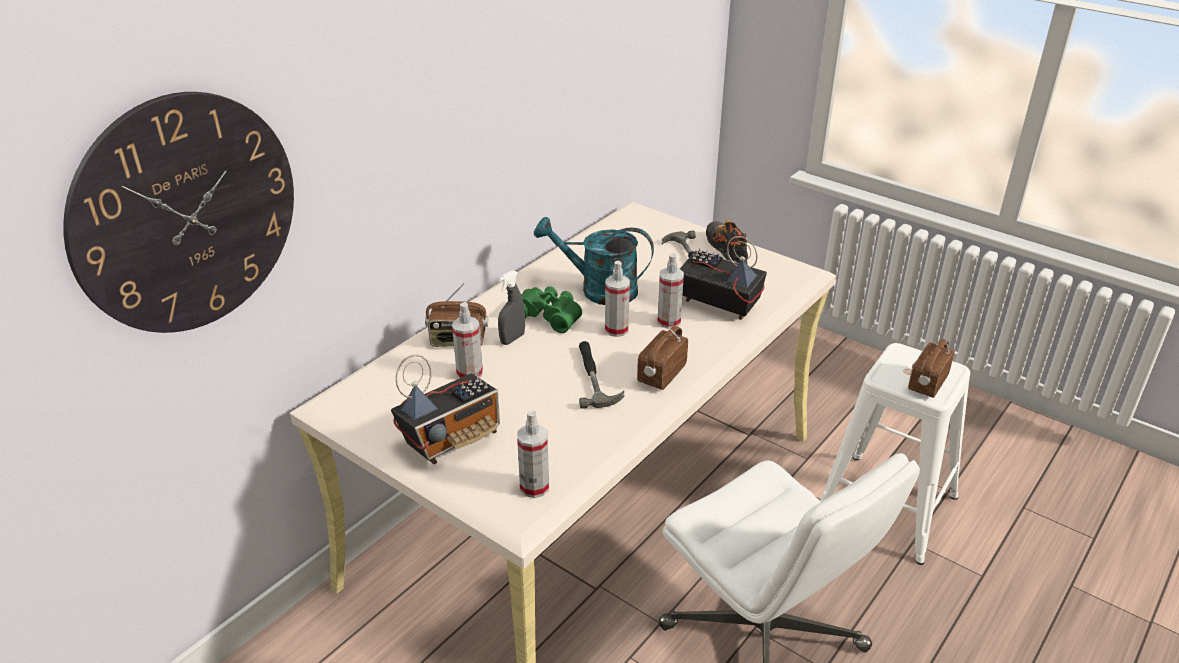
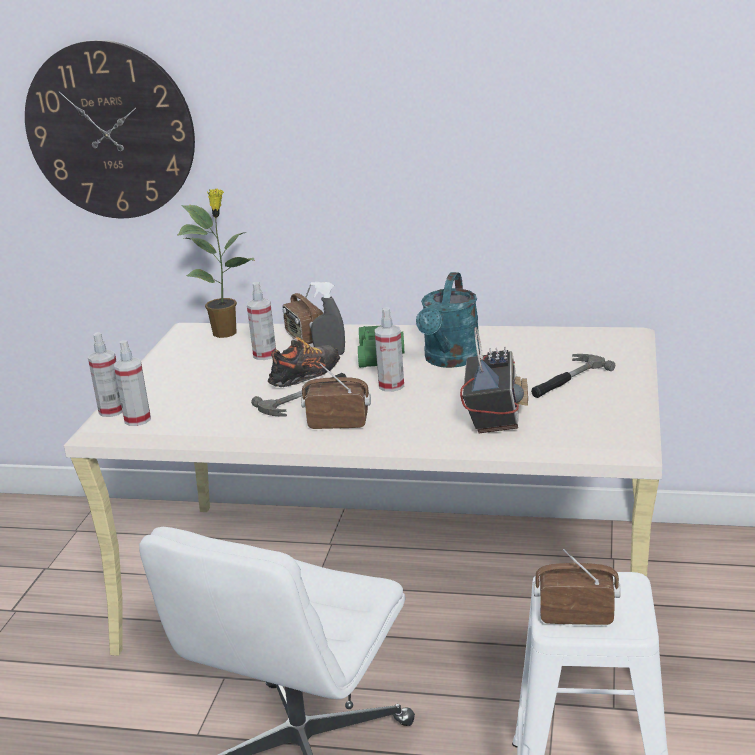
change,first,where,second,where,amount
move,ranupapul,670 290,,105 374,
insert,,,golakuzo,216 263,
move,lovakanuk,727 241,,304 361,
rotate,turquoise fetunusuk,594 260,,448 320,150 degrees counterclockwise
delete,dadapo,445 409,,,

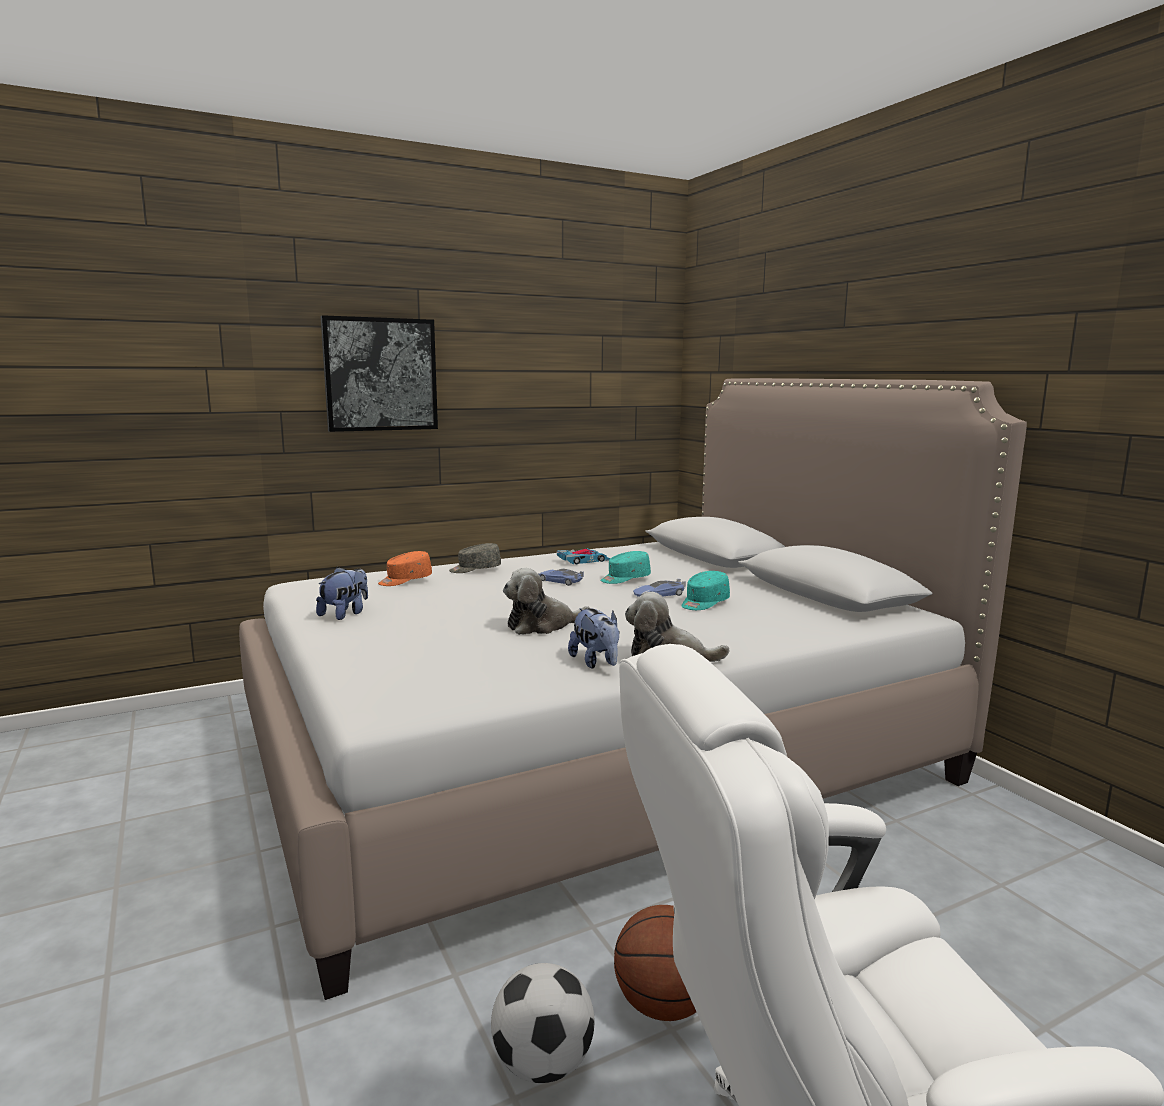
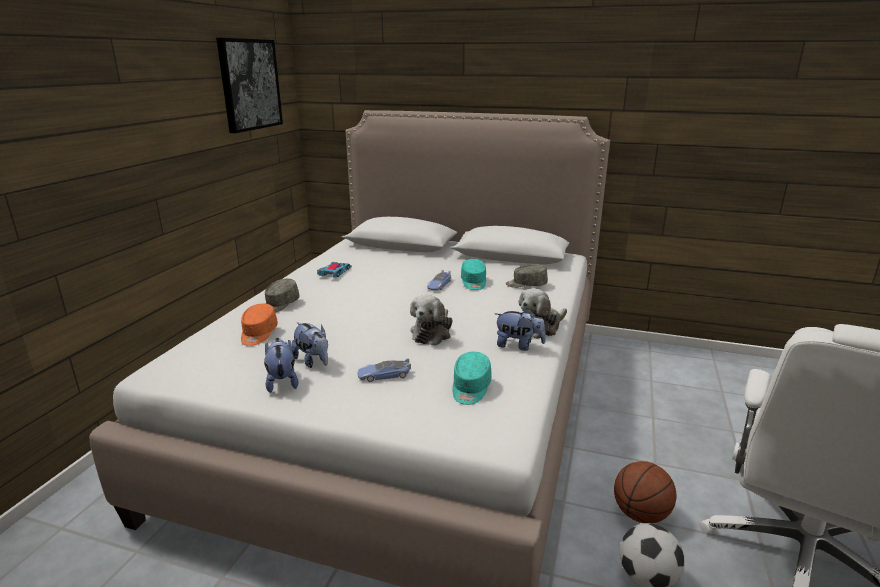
change,first,where,second,where,amount
move,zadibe,379 373,,249 85,
insert,,,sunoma,310 345,
move,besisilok,561 577,,384 370,
move,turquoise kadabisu,625 567,,472 378,
insert,,,grey kadabisu,527 276,

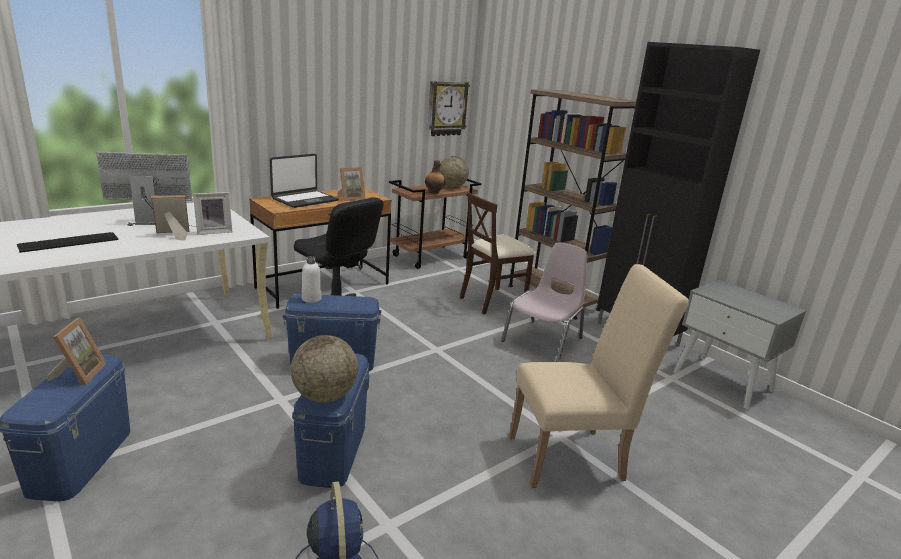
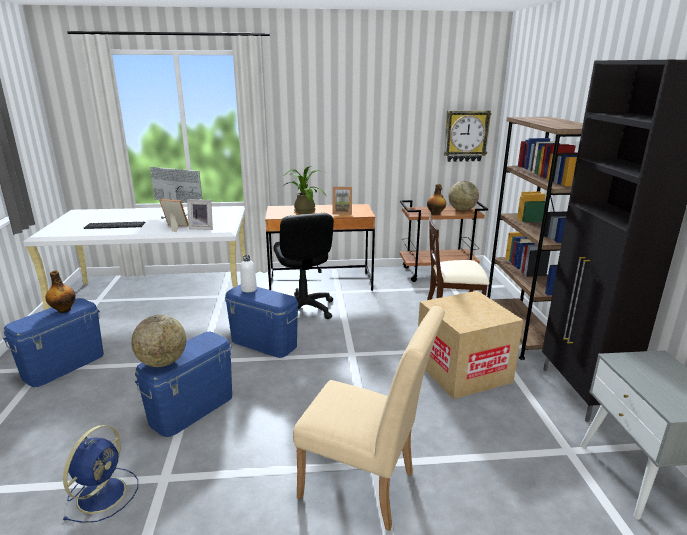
change,first,where,second,where,amount
replace,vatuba,77 351,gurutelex,60 292,
replace,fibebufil,304 181,golakuzo,304 190,
replace,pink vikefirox,544 302,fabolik,470 345,

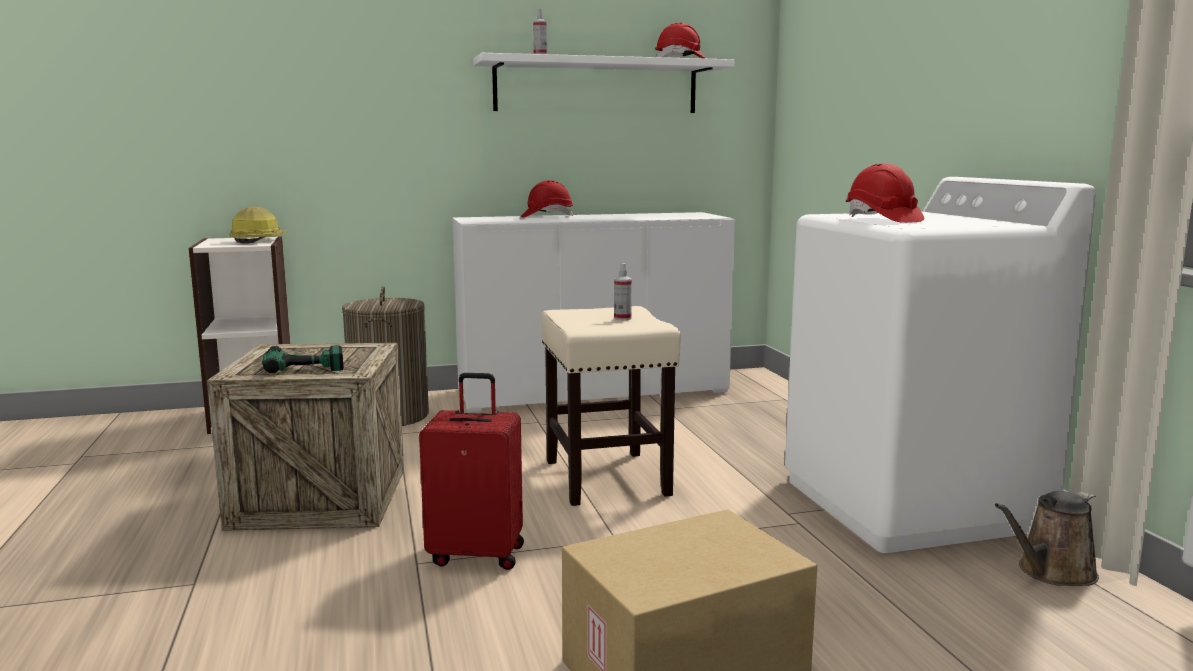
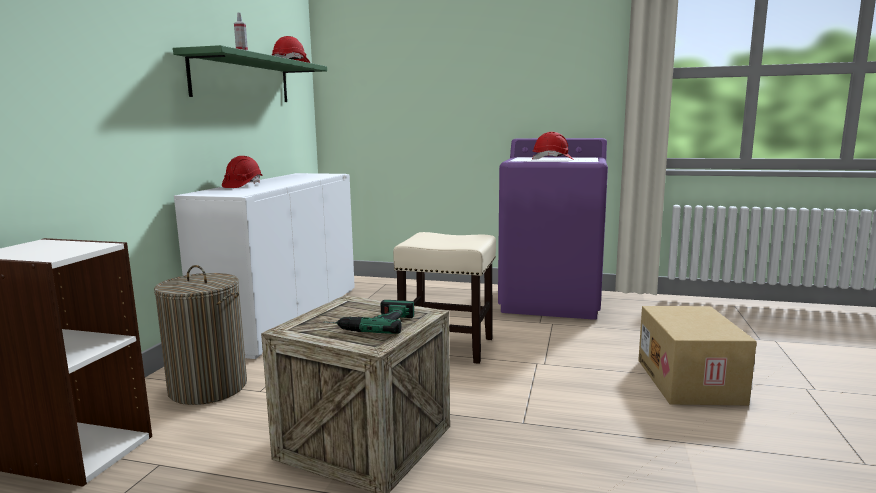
change,first,where,second,where,amount
recolor,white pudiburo,604 83,green pudiburo,250 73,
recolor,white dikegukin,940 365,purple dikegukin,553 229,
delete,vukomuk,258 225,,,
delete,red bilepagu,471 471,,,
delete,ranupapul,623 291,,,
delete,brown fetunusuk,1047 538,,,

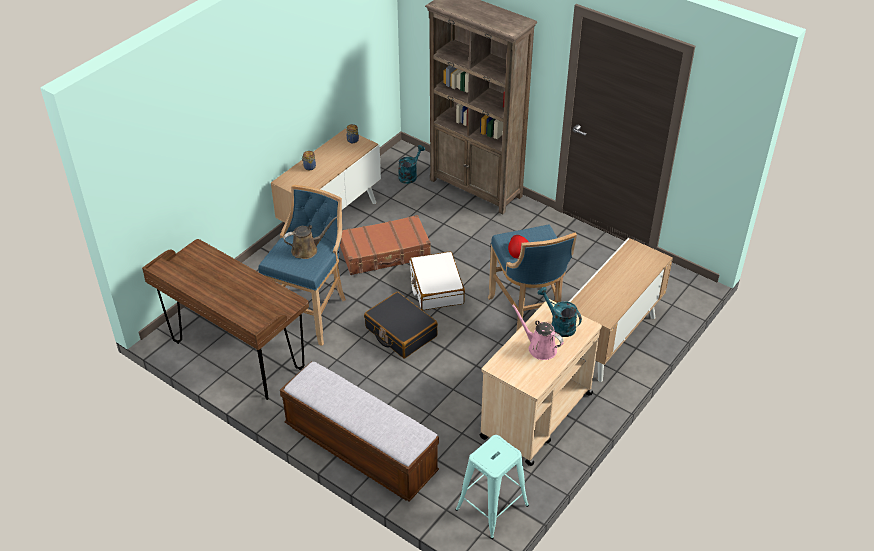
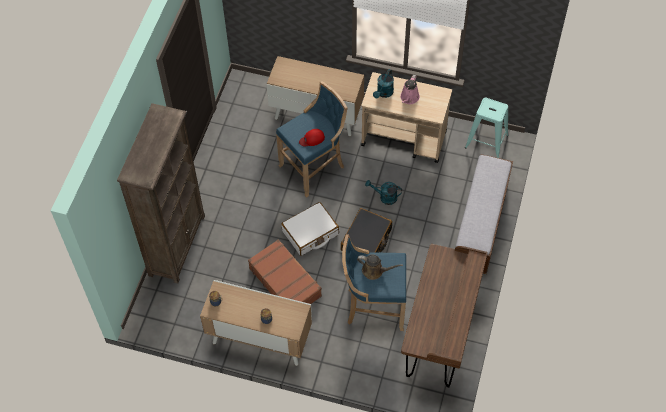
change,first,where,second,where,amount
rotate,brown fetunusuk,310 238,,380 267,150 degrees clockwise
move,turquoise fetunusuk,411 164,,383 192,

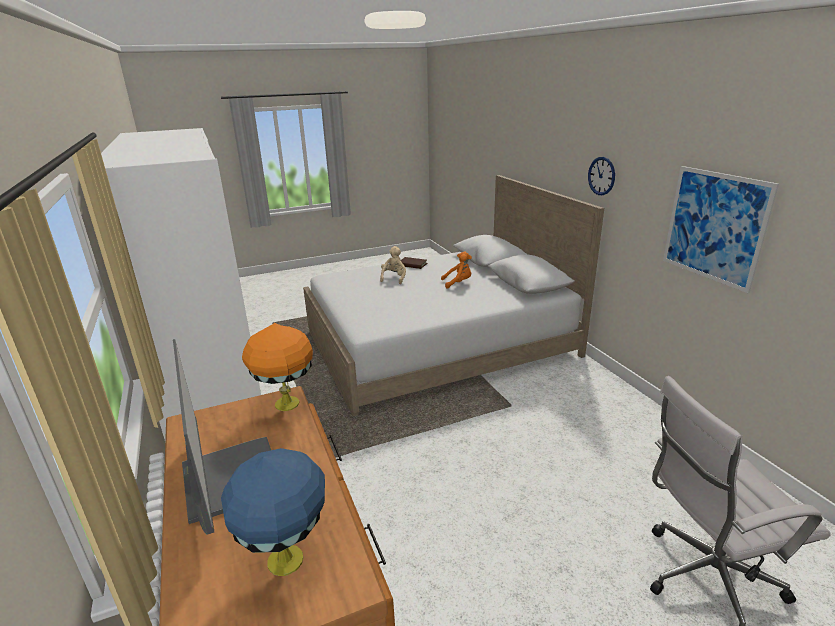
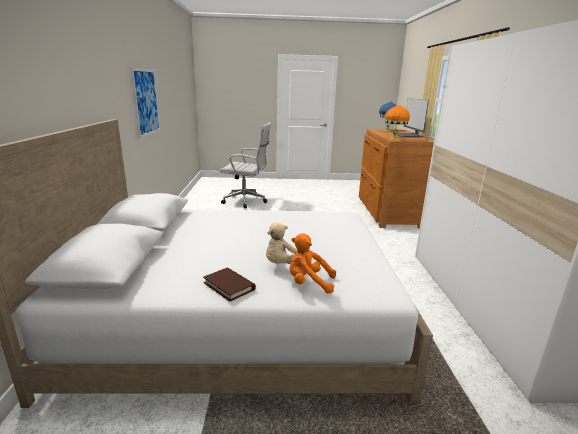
change,first,where,second,where,amount
move,orange sunoma,456 270,,313 263,
delete,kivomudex,601 176,,,

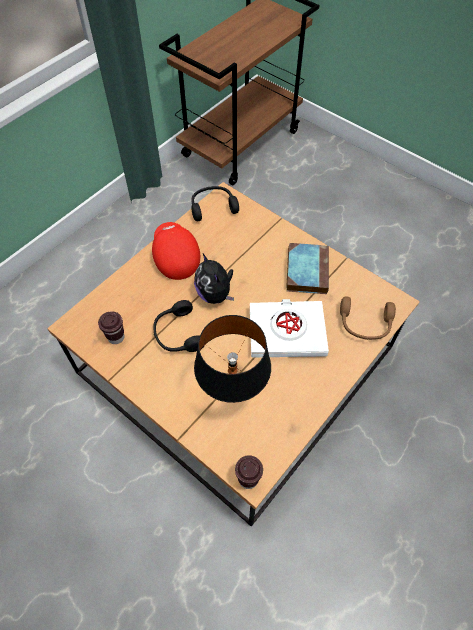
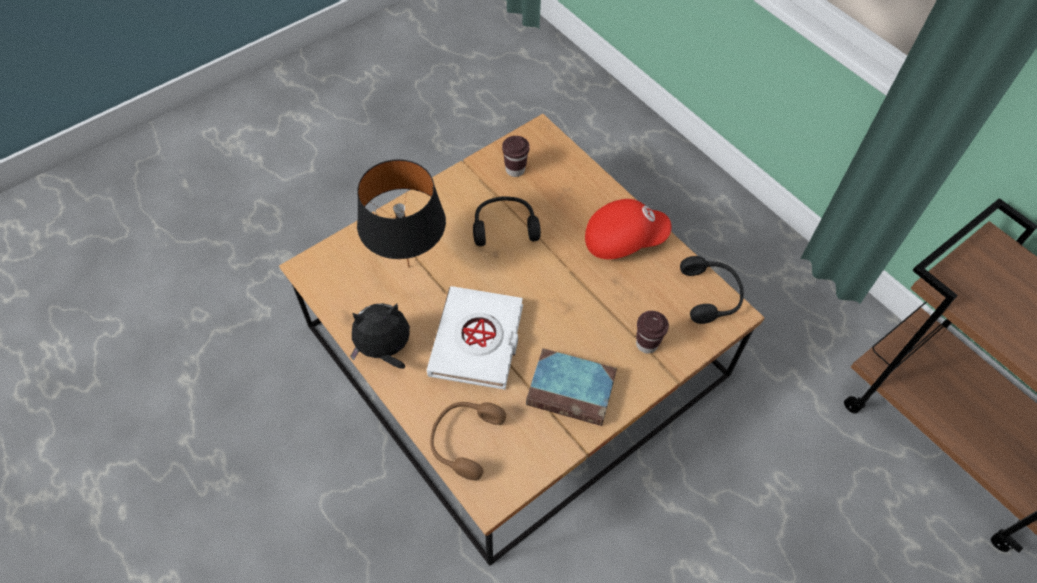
change,first,where,second,where,amount
move,sunoma,214 279,,380 336,
move,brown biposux,249 472,,652 332,

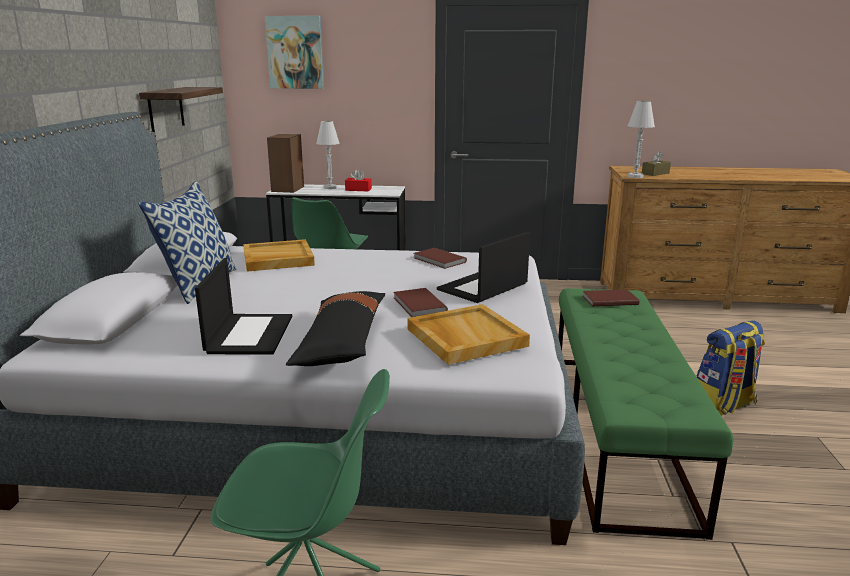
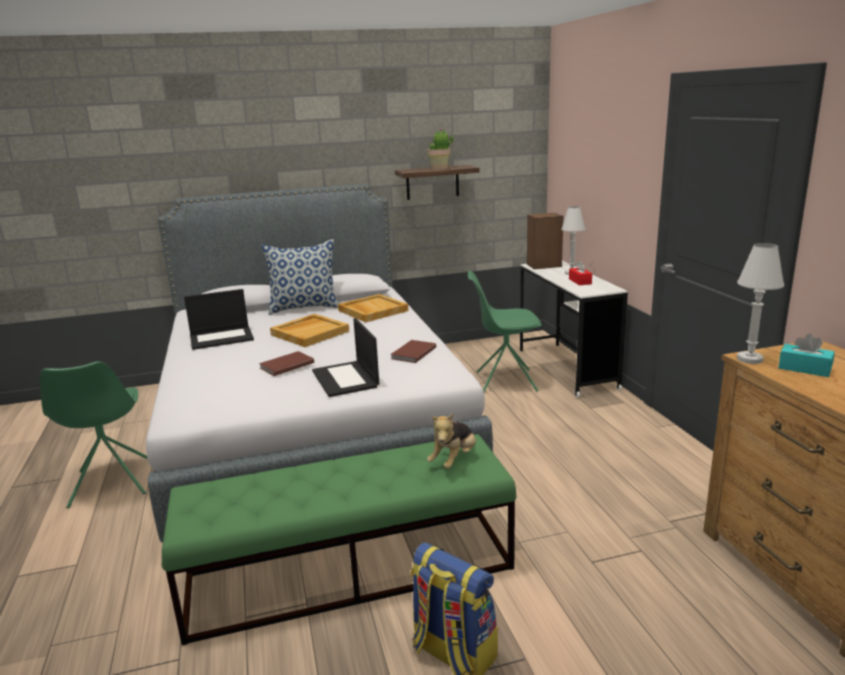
change,first,where,second,where,amount
move,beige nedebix,468 334,,309 330,
rotate,fibebufil,483 267,,345 357,135 degrees counterclockwise
insert,,,golakuzo,440 148,
replace,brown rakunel,611 298,sunoma,451 441,
recolor,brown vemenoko,656 163,turquoise vemenoko,806 355,
delete,zadibe,294 52,,,
delete,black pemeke,335 328,,,

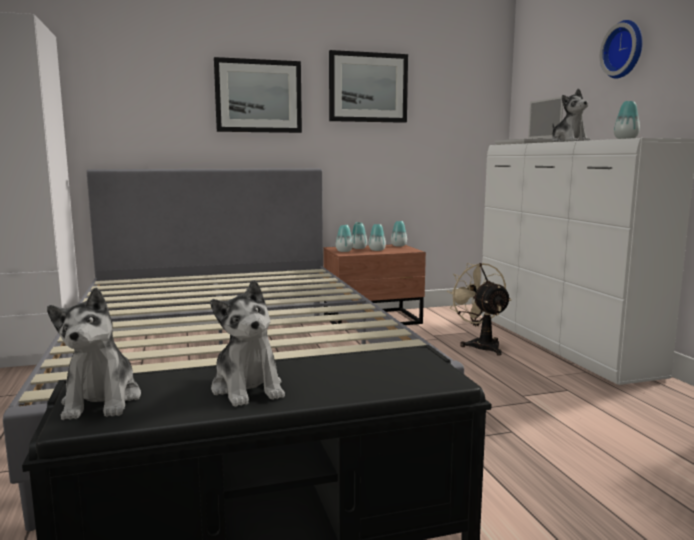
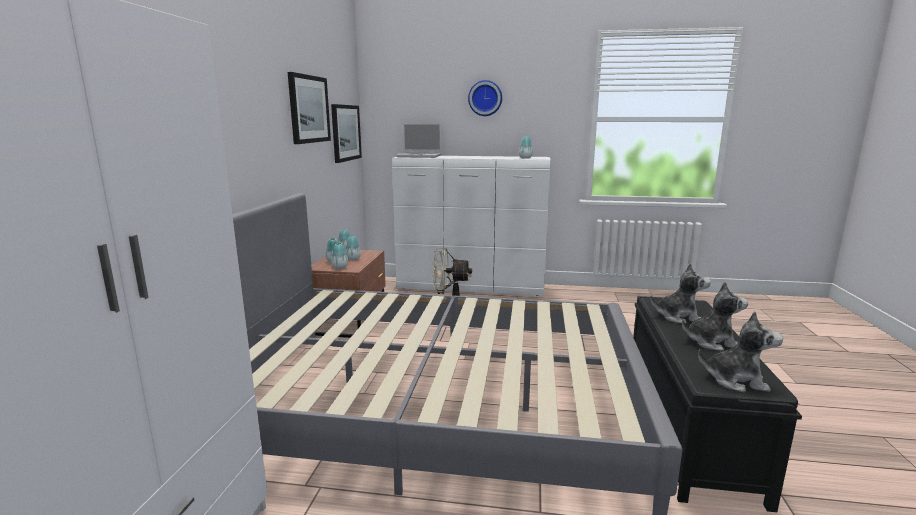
change,first,where,second,where,amount
move,zadibe,258 95,,346 133,
move,sunoma,571 115,,681 293,

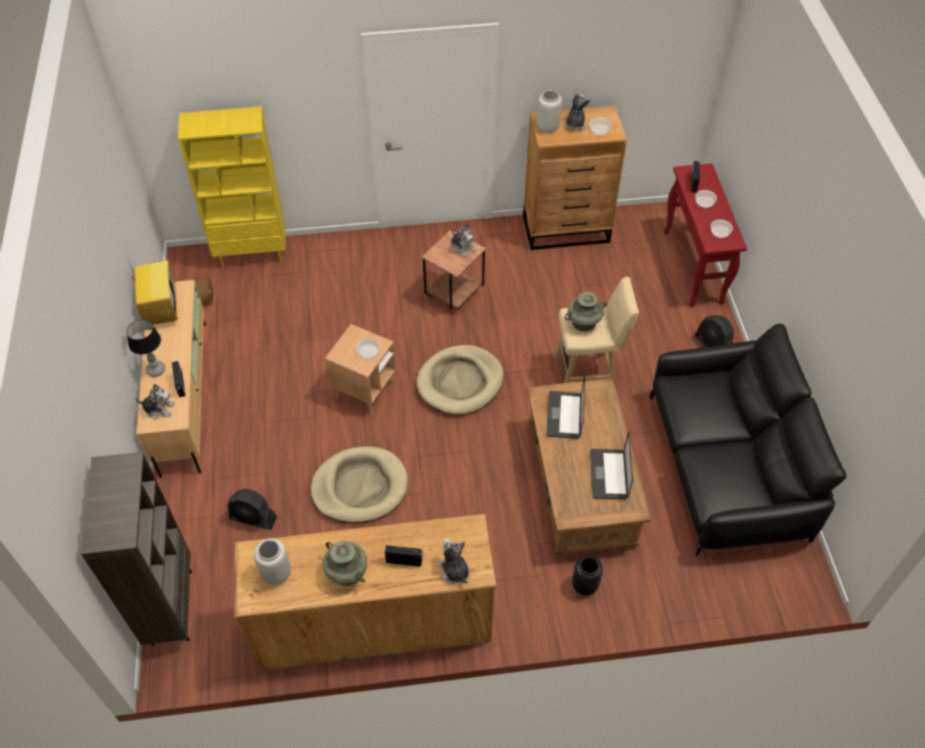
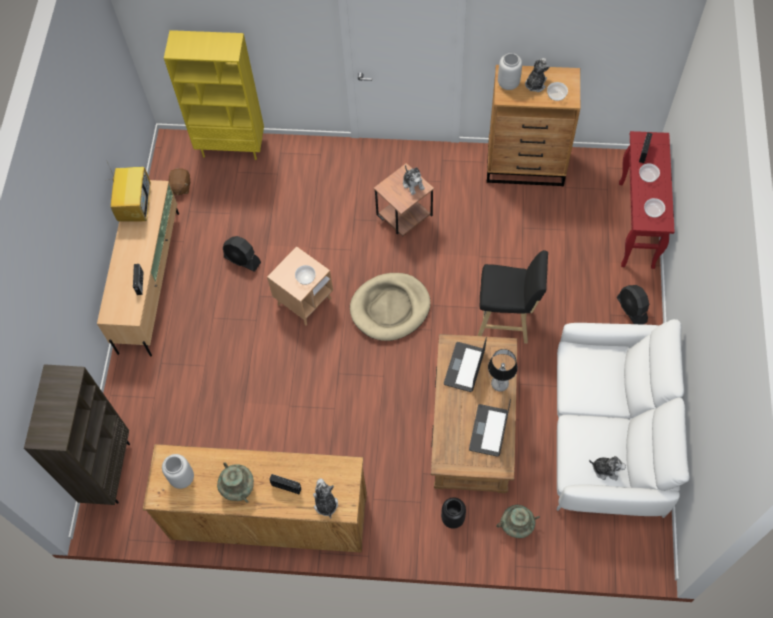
change,first,where,second,where,amount
move,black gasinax,252 509,,242 254,
recolor,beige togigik,596 333,black togigik,512 296,
move,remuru,145 348,,503 370,
move,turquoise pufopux,586 312,,518 521,
recolor,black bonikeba,748 440,white bonikeba,623 418,
move,sunoma,155 401,,607 468,
delete,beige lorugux,359 485,,,

